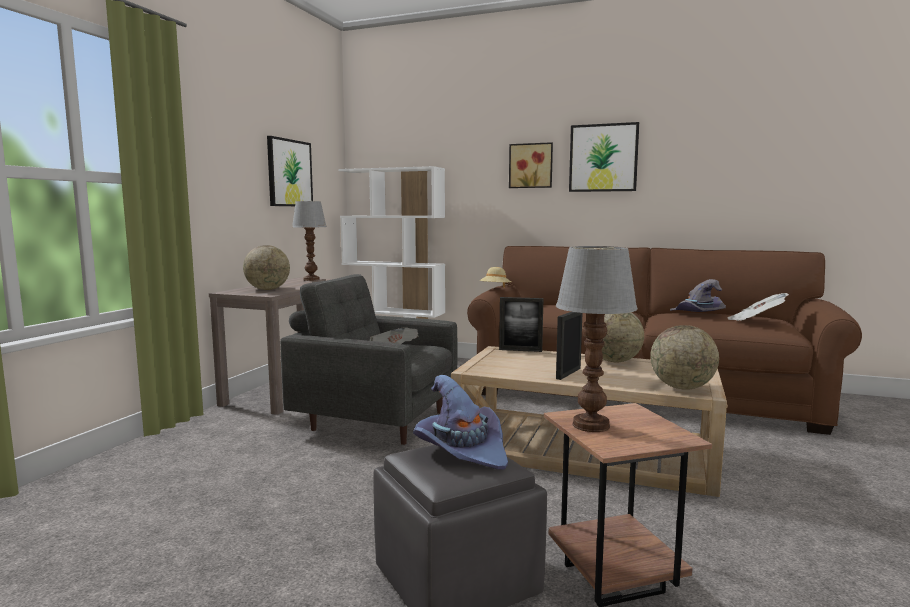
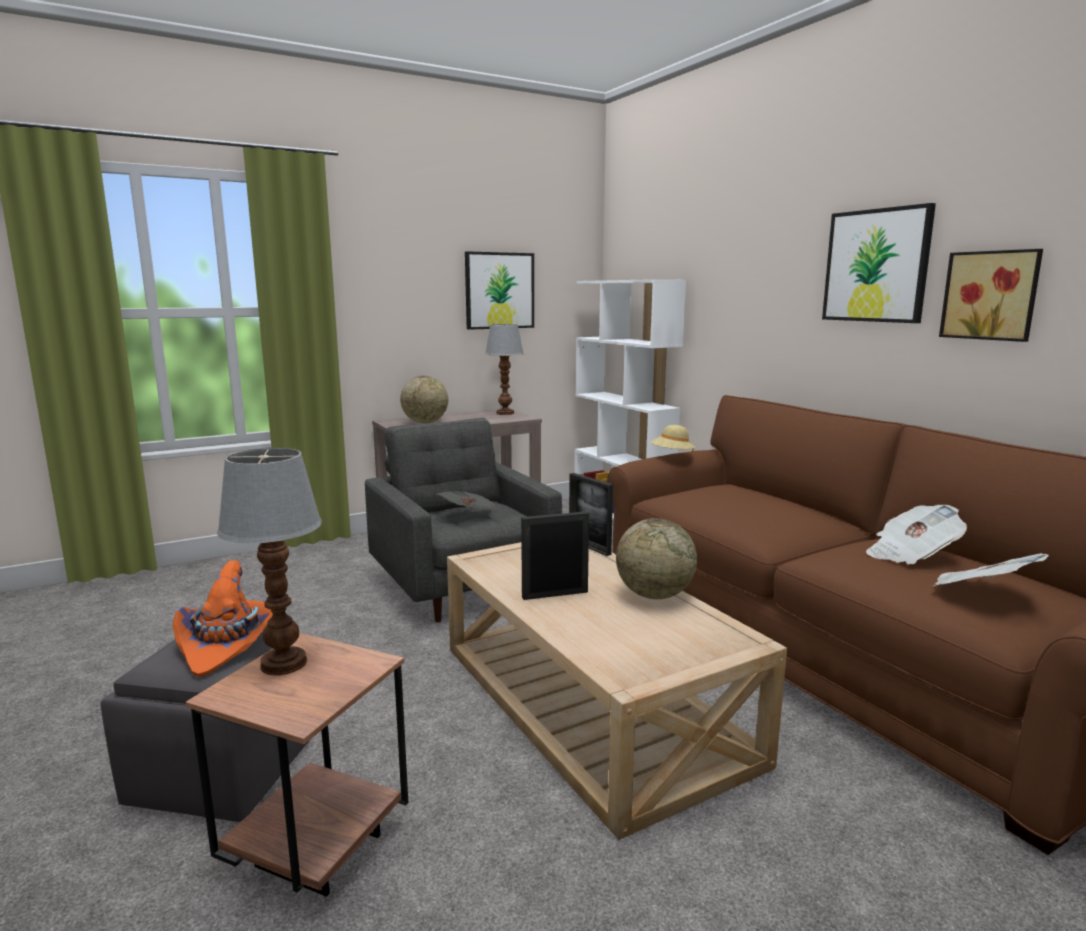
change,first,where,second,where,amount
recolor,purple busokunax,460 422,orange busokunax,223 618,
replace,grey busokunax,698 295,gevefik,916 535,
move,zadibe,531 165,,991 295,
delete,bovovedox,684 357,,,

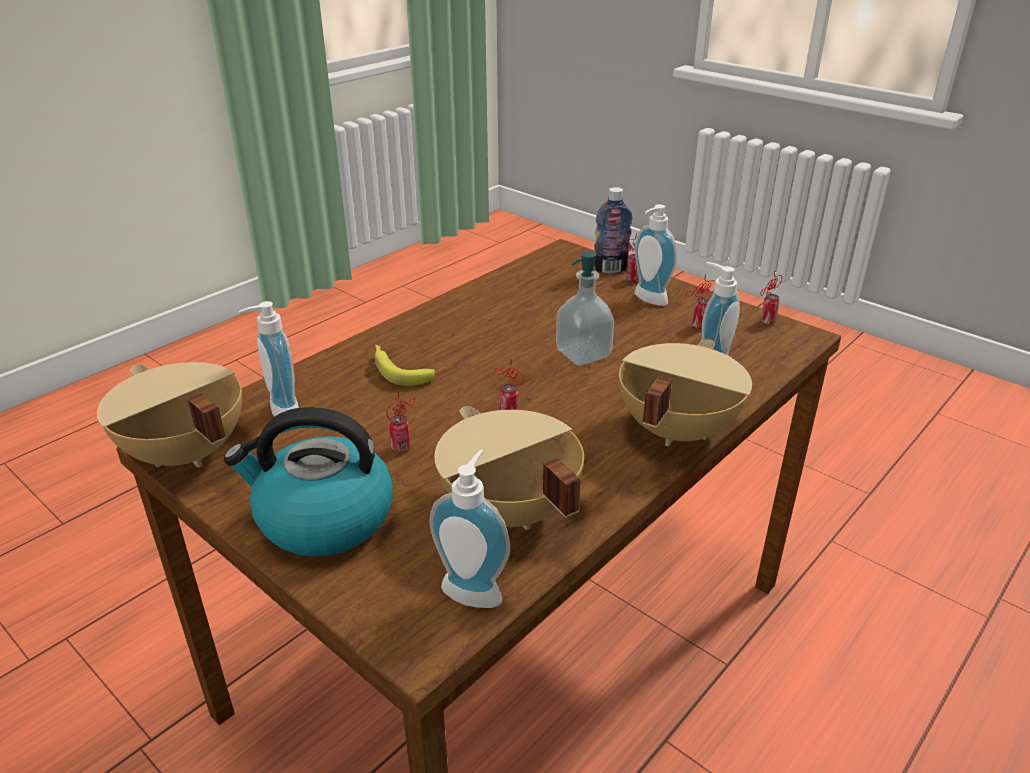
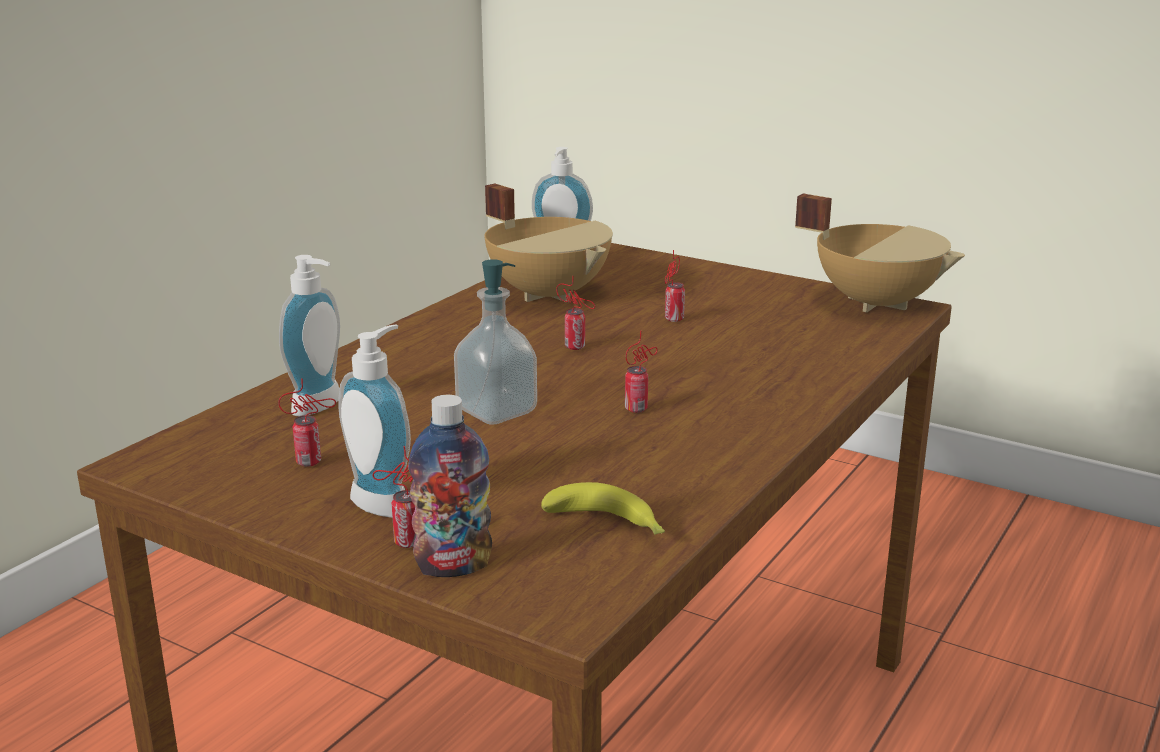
change,first,where,second,where,amount
move,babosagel,405 365,,603 508,
move,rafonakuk,771 297,,641 371,
delete,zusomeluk,308 482,,,
delete,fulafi,269 358,,,
delete,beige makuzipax,685 393,,,

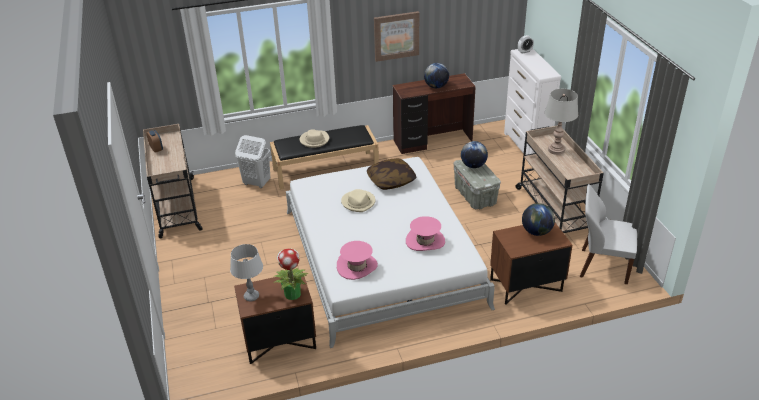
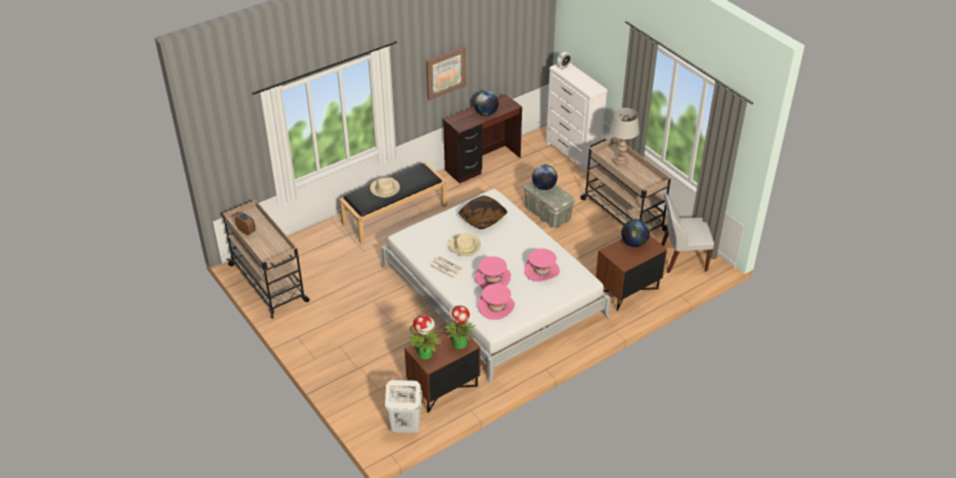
change,first,where,second,where,amount
move,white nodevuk,252 161,,403 406,
replace,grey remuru,246 272,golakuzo,425 337,
insert,,,gevefik,446 267,
insert,,,pink busokunax,493 272,

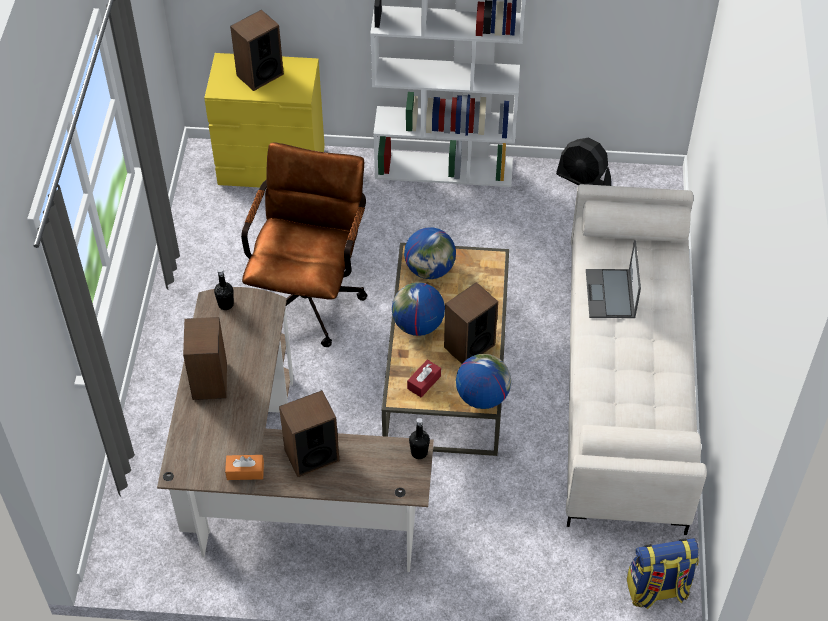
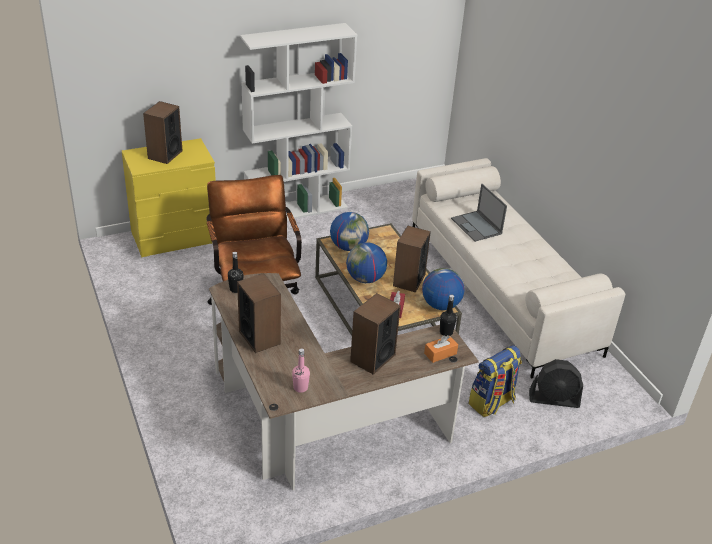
change,first,where,second,where,amount
insert,,,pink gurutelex,301 370,
move,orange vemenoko,244 467,,441 349,
move,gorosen,663 573,,495 381,
move,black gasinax,583 162,,556 383,

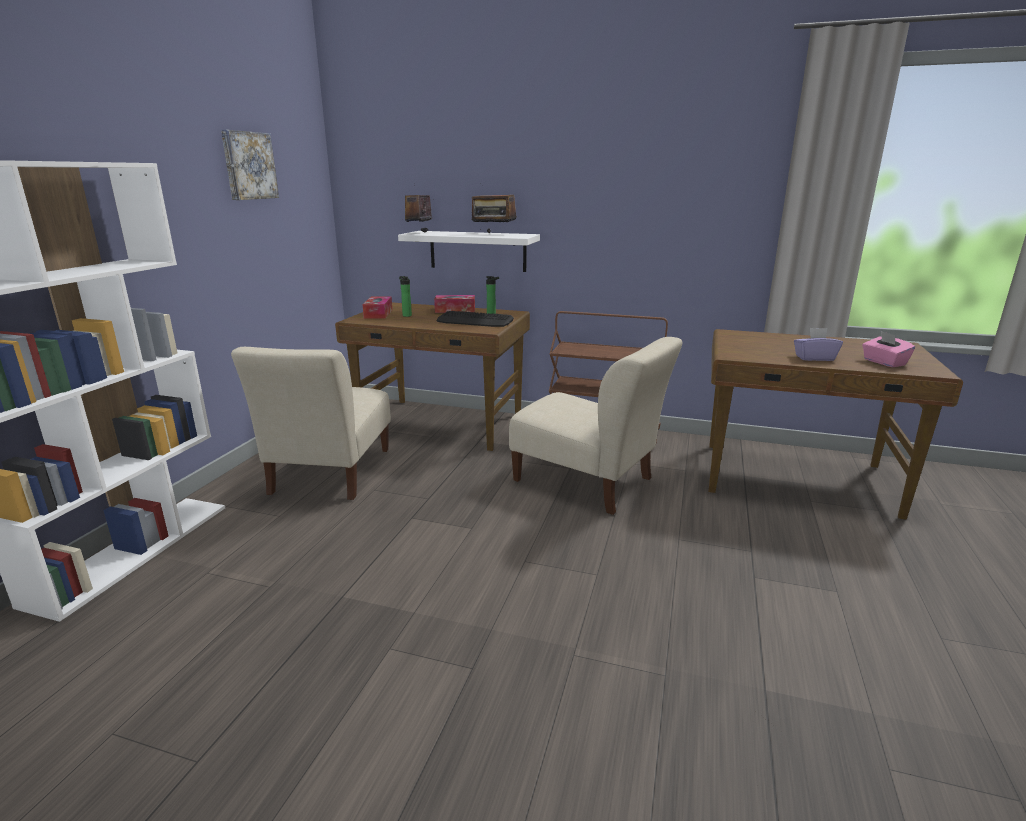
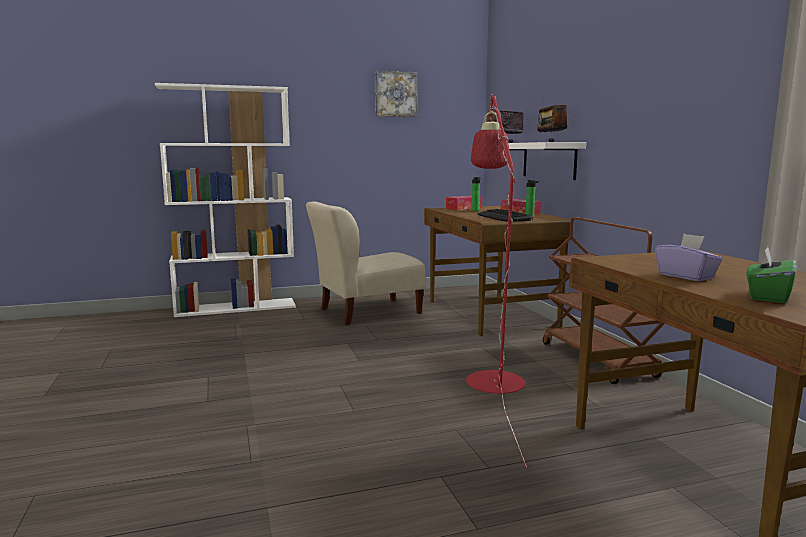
change,first,where,second,where,amount
replace,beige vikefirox,595 426,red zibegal,496 281,
recolor,pink vemenoko,888 349,green vemenoko,771 275,

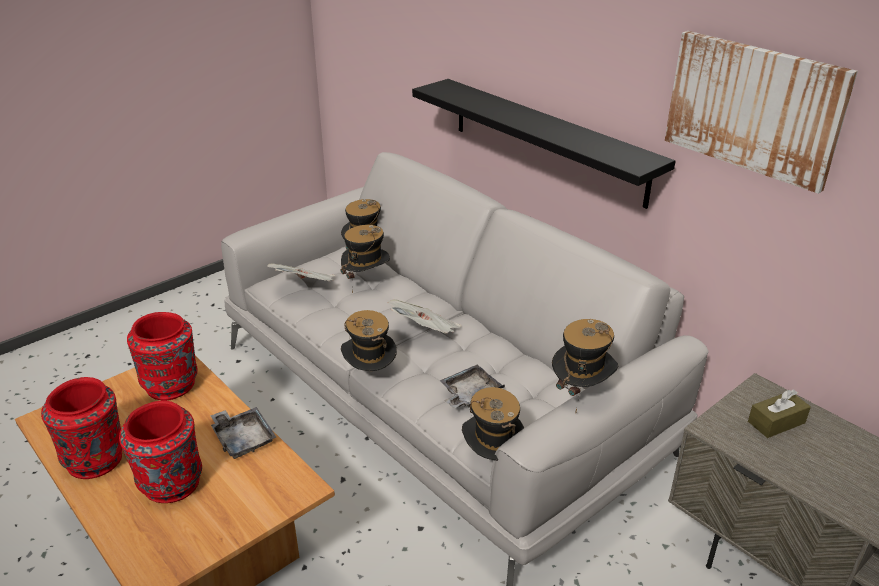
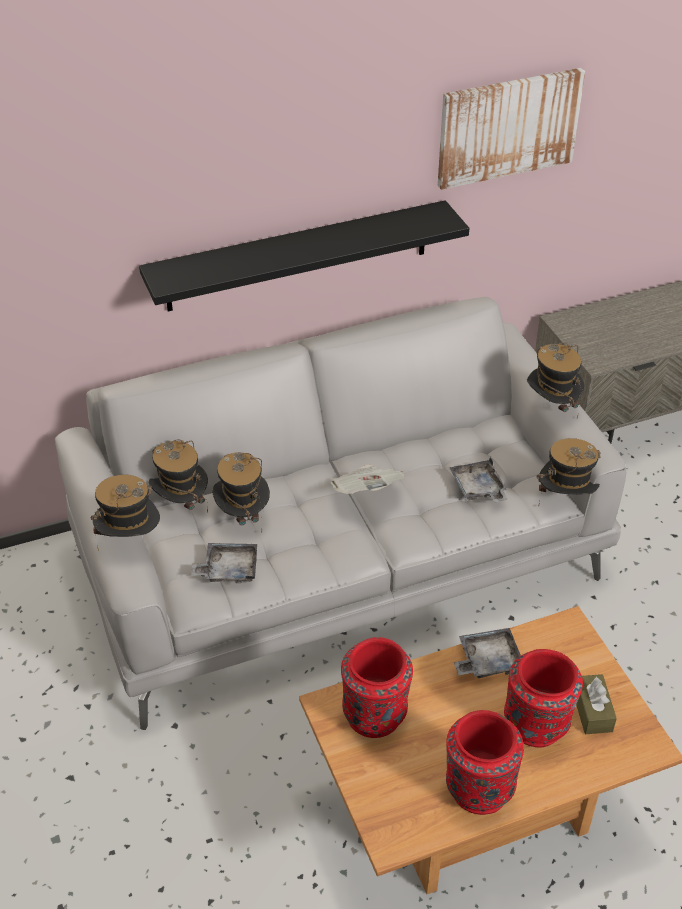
change,first,where,second,where,amount
move,busokunax,369 340,,125 513,
replace,gevefik,301 272,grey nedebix,224 563,
move,brown vemenoko,779 413,,596 704,

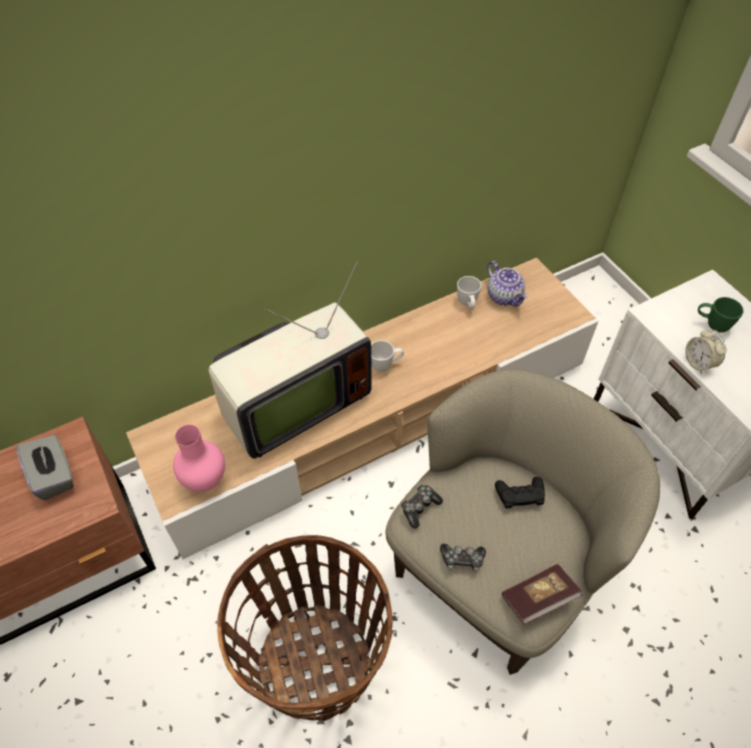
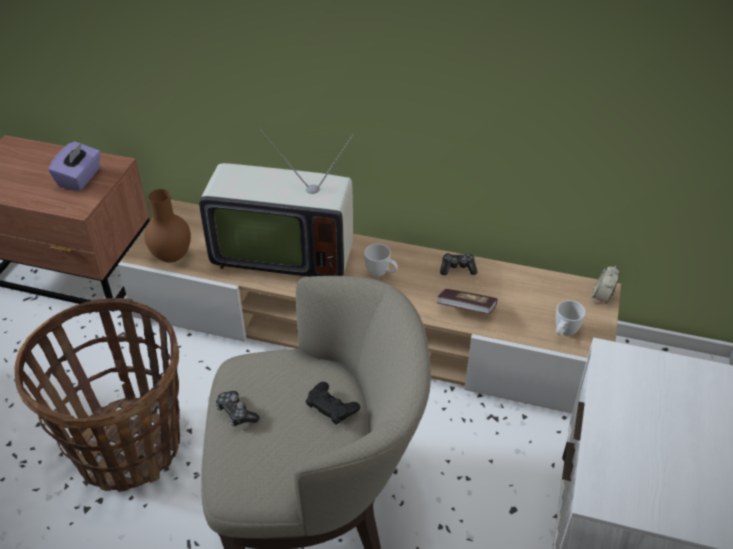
change,first,where,second,where,amount
recolor,grey vemenoko,45 467,purple vemenoko,74 166,
recolor,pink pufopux,199 458,brown pufopux,167 226,
move,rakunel,542 594,,467 301,
move,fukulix,422 506,,458 264,
move,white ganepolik,469 292,,571 318,
move,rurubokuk,706 351,,605 284,
delete,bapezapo,507 283,,,
delete,green ganepolik,721 314,,,

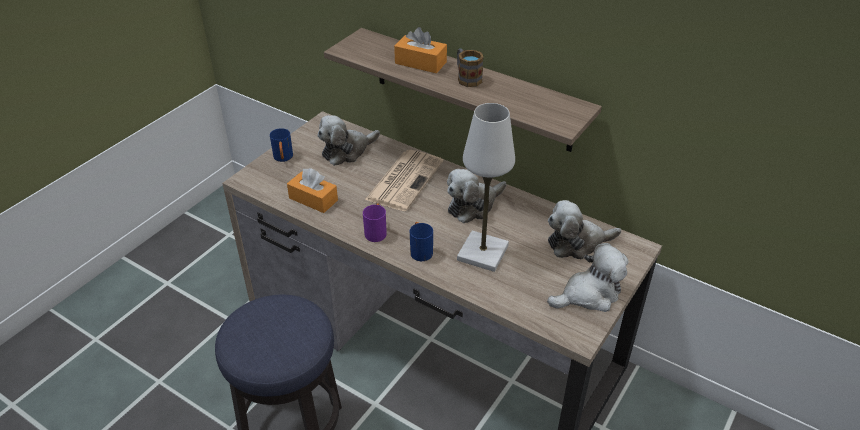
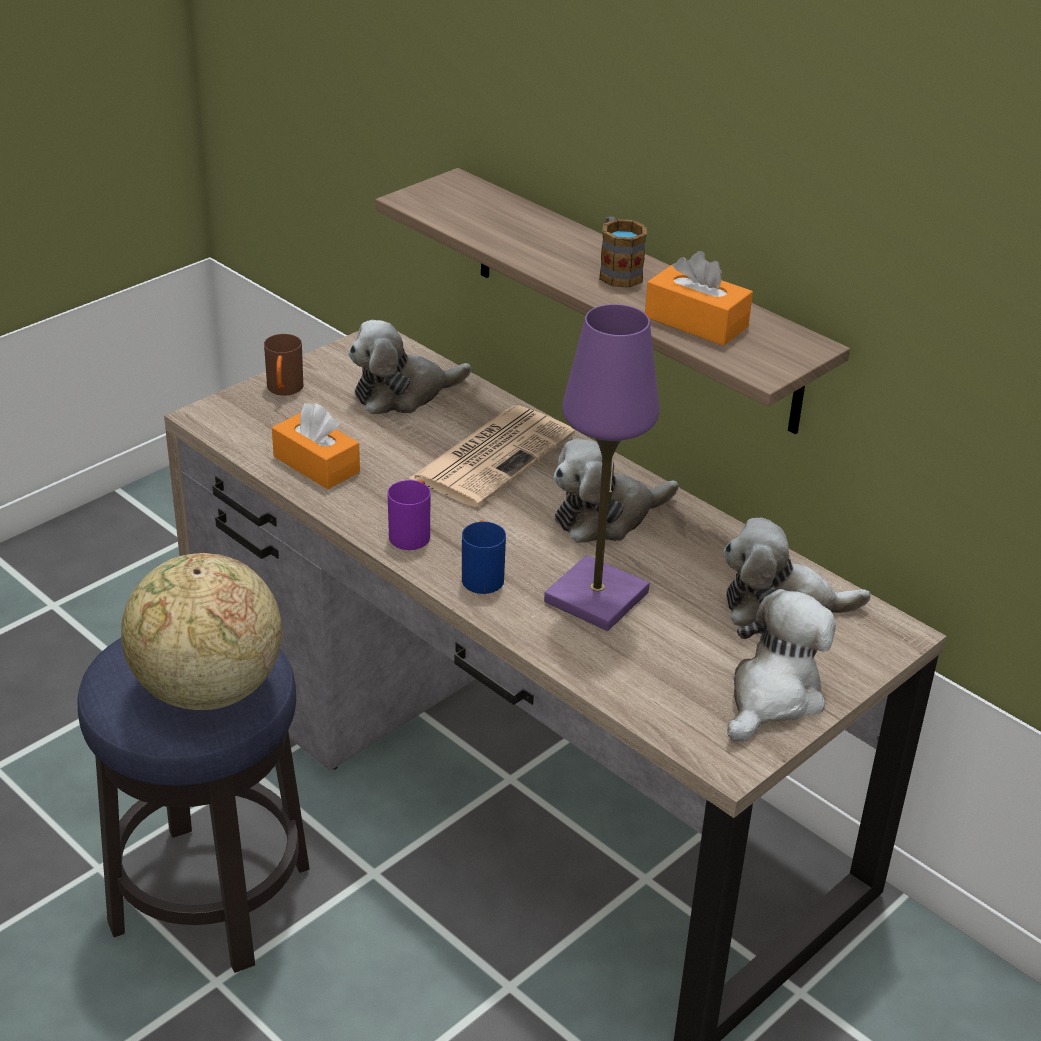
change,first,where,second,where,amount
insert,,,bovovedox,201 631,
recolor,blue ganepolik,281 145,brown ganepolik,283 365,
recolor,white remuru,486 187,purple remuru,601 467,
move,orange vemenoko,420 50,,699 298,
rotate,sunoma,587 277,,781 665,45 degrees counterclockwise

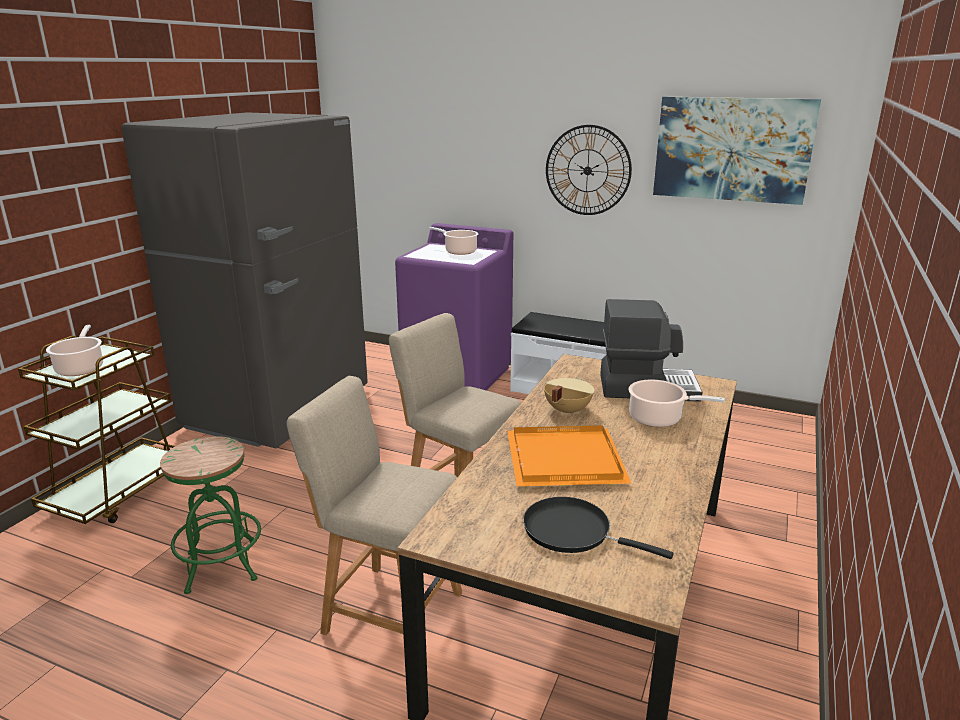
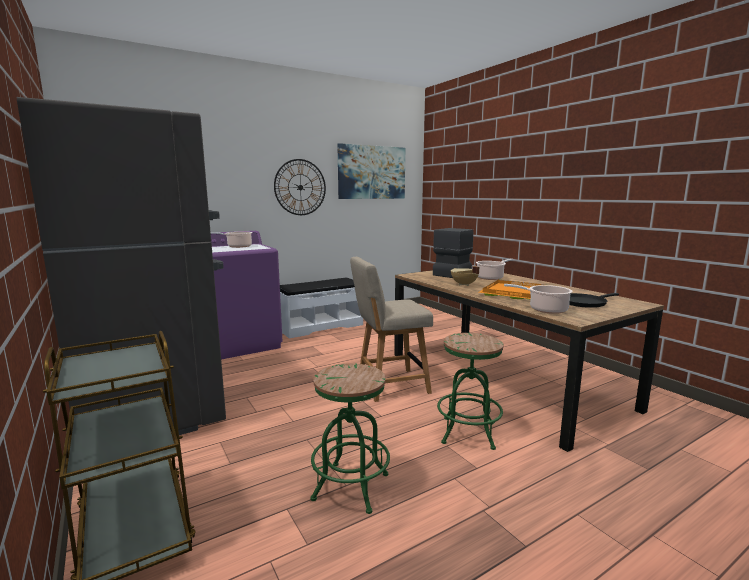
change,first,where,second,where,amount
replace,beige vikefirox,374 505,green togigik,470 391,
move,makuzipax,74 350,,538 299,

